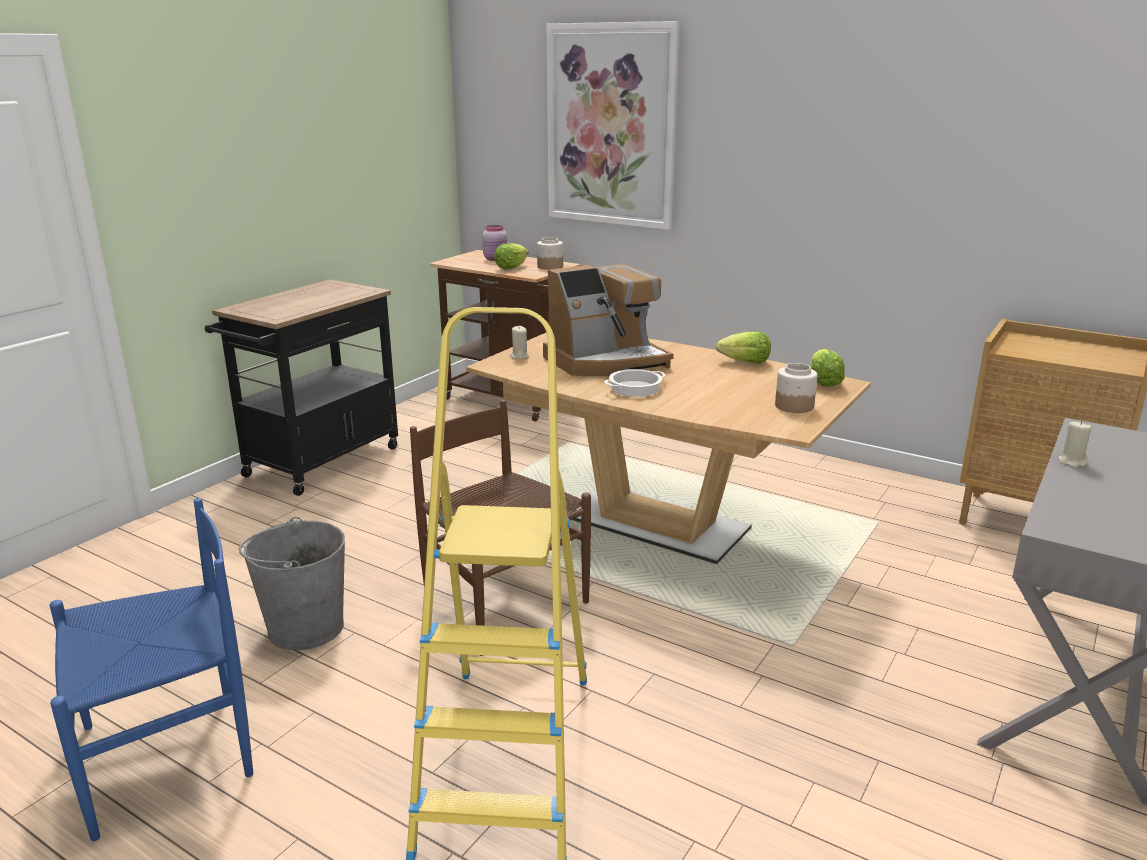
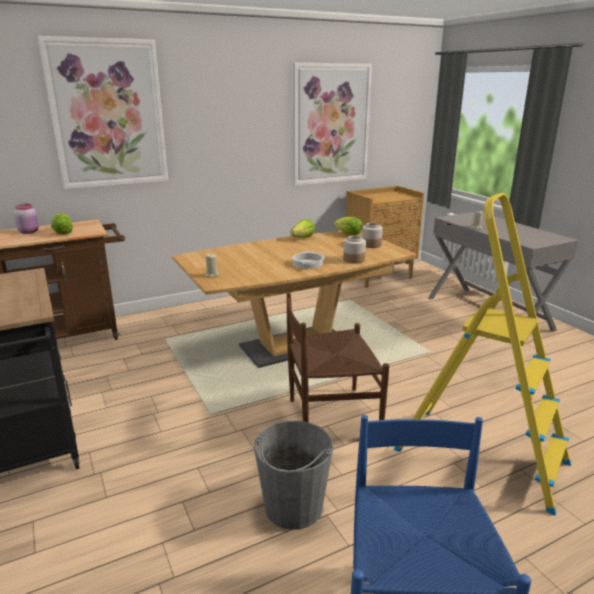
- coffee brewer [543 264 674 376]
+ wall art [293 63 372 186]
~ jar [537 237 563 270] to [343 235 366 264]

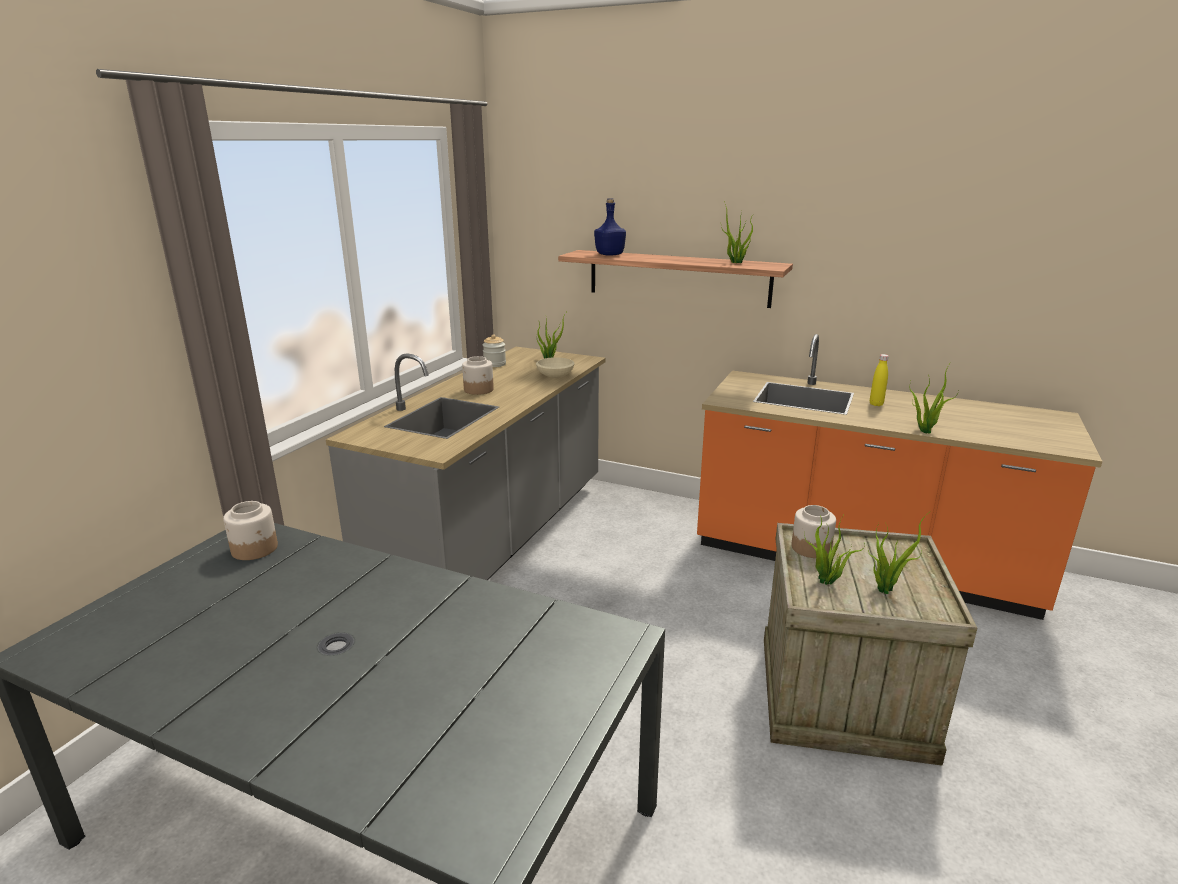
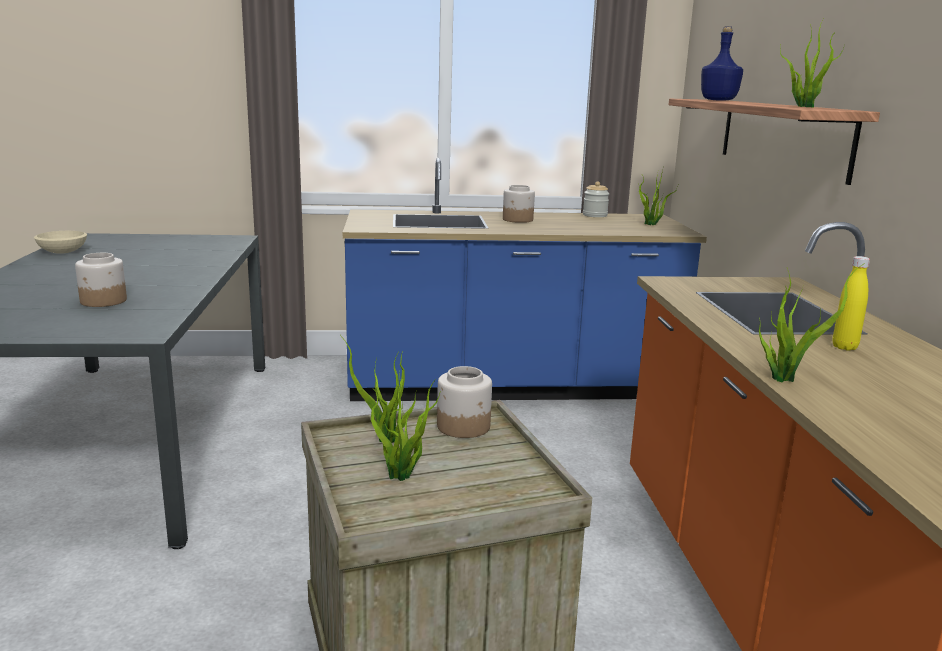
~ jar [223 501 278 560] to [75 253 127 307]
~ beige-coloured serving bowl [536 357 575 378] to [34 231 87 254]
~ grey kitchen counter [326 347 606 580] to blue kitchen counter [343 158 707 401]

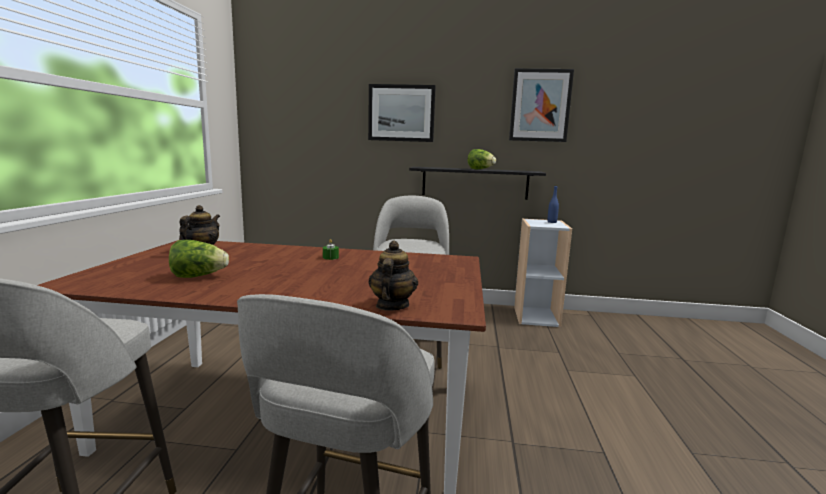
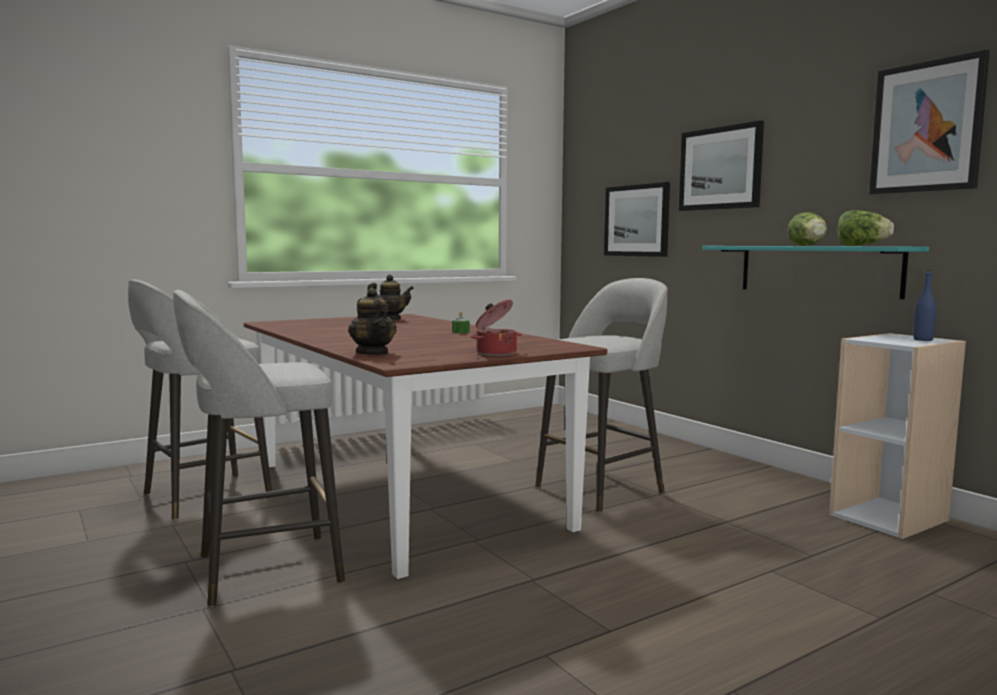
+ saucepot [470 300 522 356]
+ wall art [604 182 670 257]
~ lettuce head [169 240 229 278] to [838 210 894 246]
~ black shelf [409 167 546 200] to turquoise shelf [702 246 929 299]
~ tea pot [368 241 418 311] = [348 288 396 355] 90 degrees clockwise

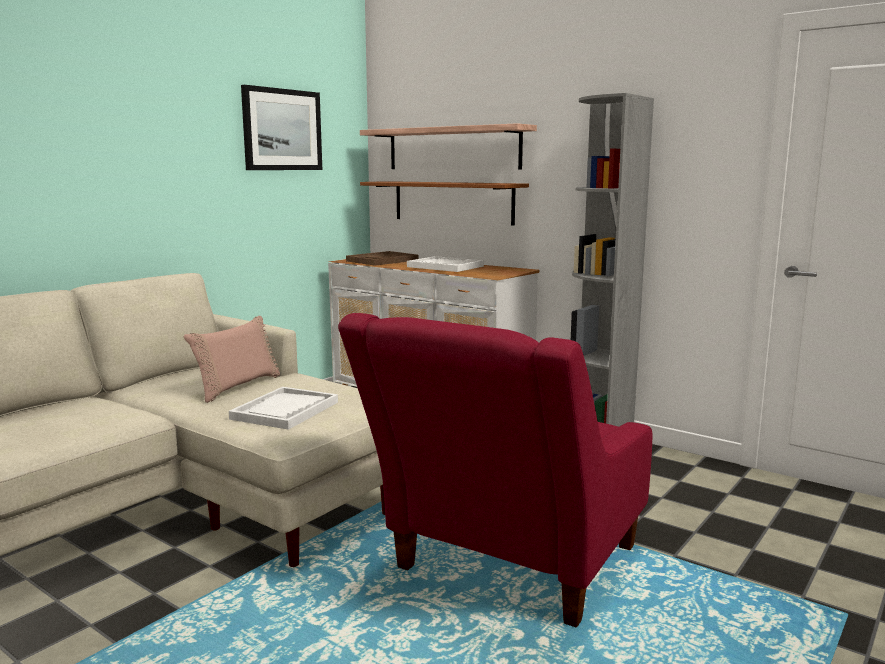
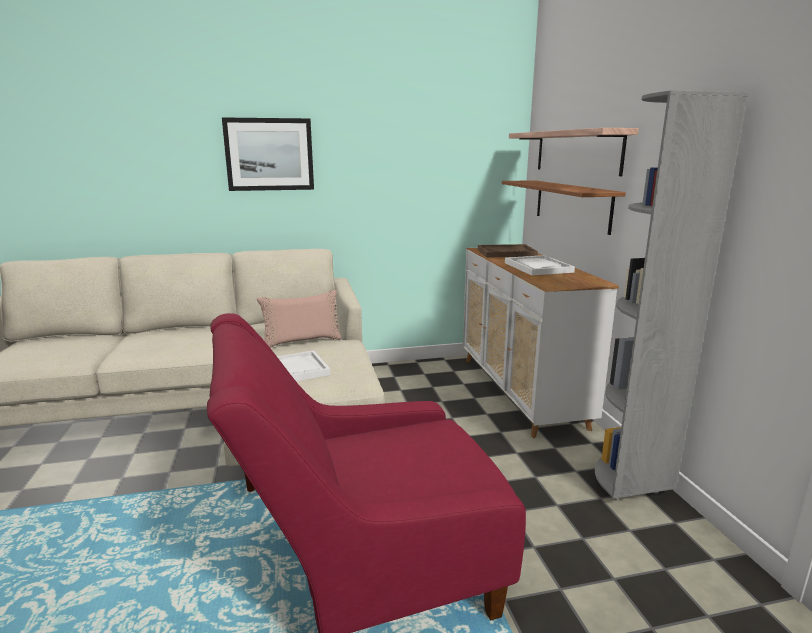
~ wall art [241 85 322 170] to [222 117 314 191]

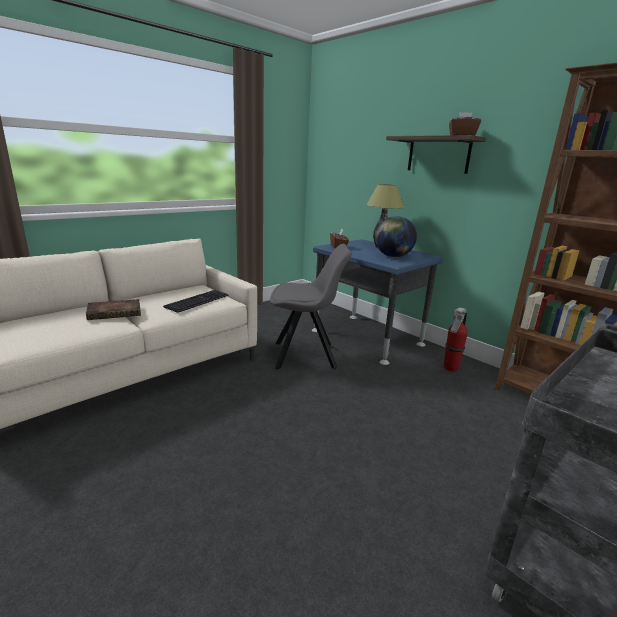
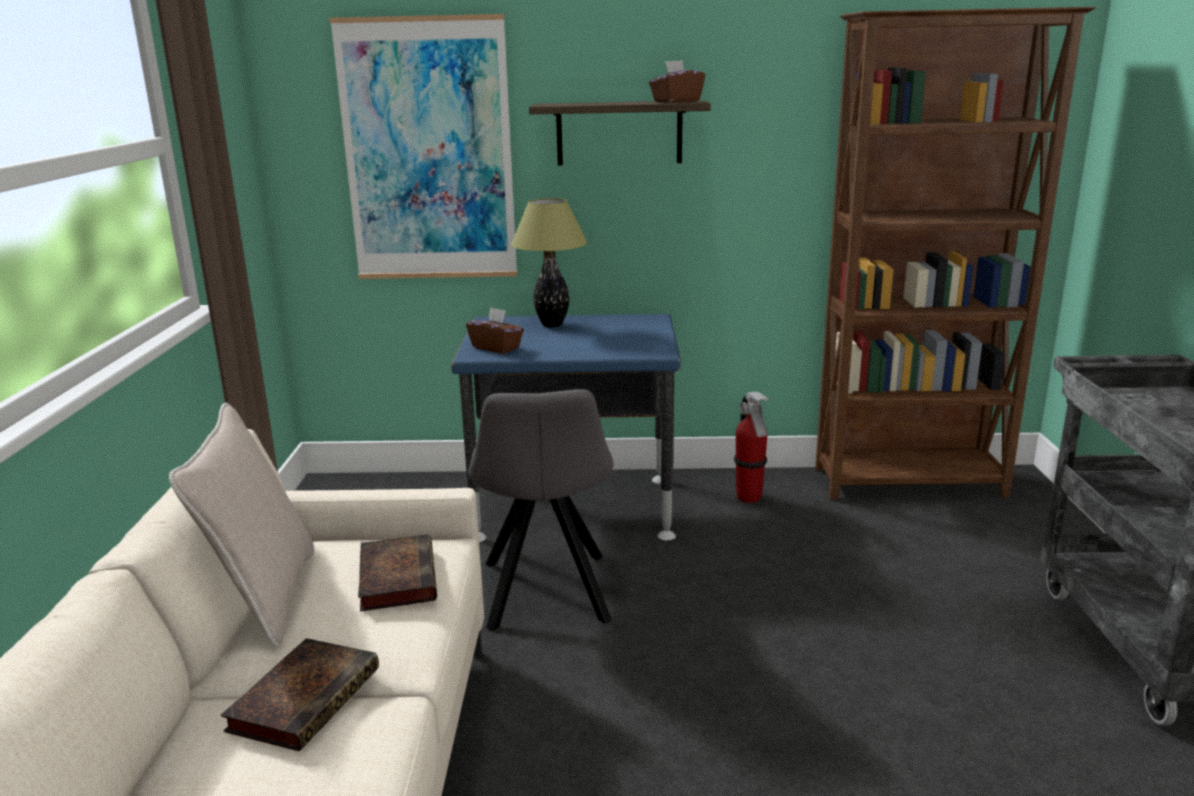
- world globe [375 216 417 257]
+ beige-coloured cushion [169 403 314 647]
+ wall art [329 14 517 279]
~ keyboard [163 290 229 313] to volume [358 534 437 612]
~ grey plain chair [270 244 352 369] = [468 389 614 631] 135 degrees clockwise

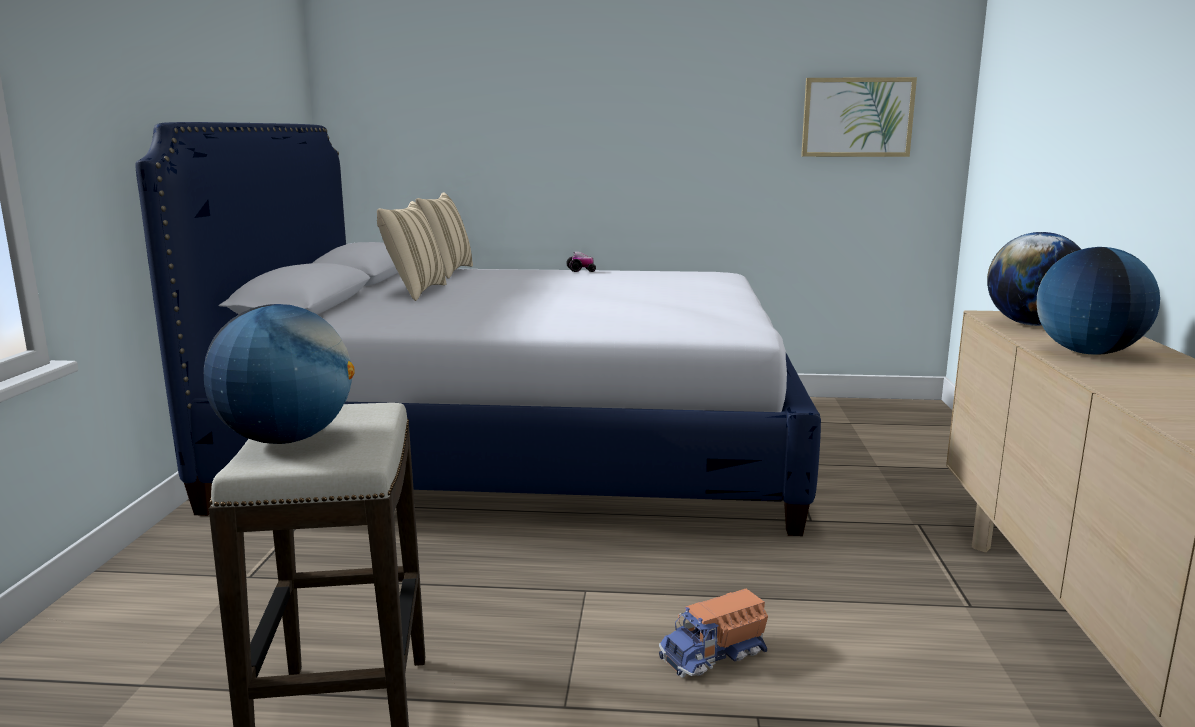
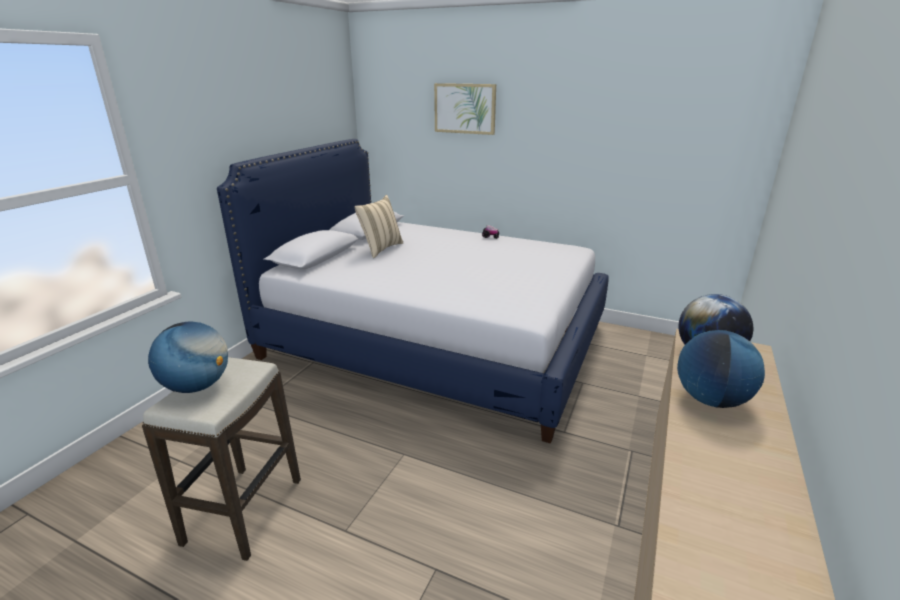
- beige-coloured cushion [415 192 473 279]
- toy lorry [659 589 768 678]
~ wall art [801 77 917 157] to [434 83 496 135]

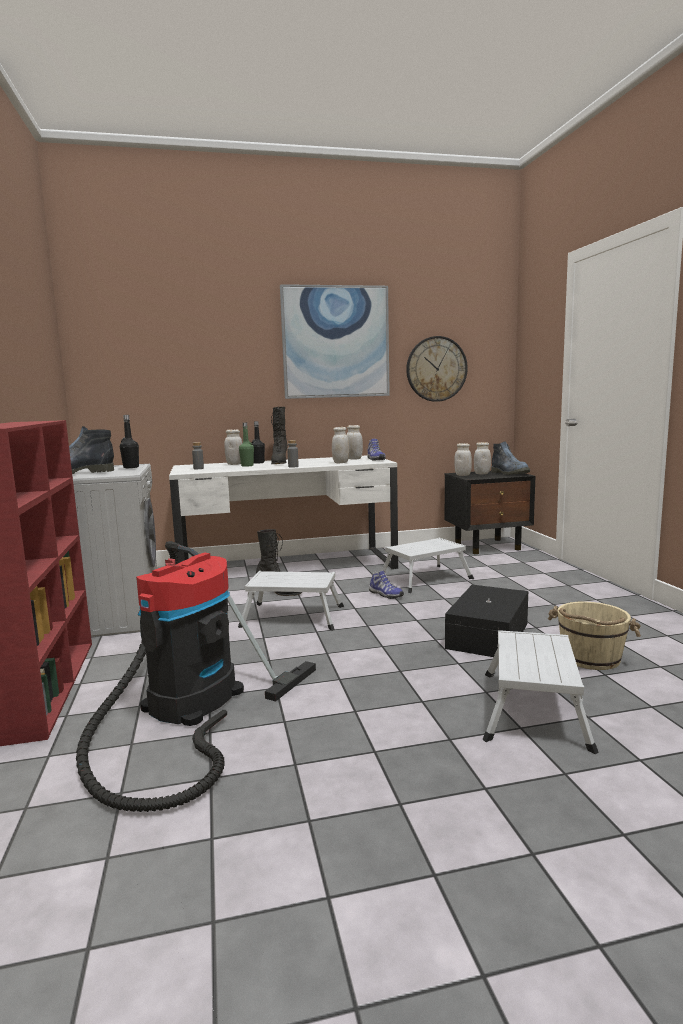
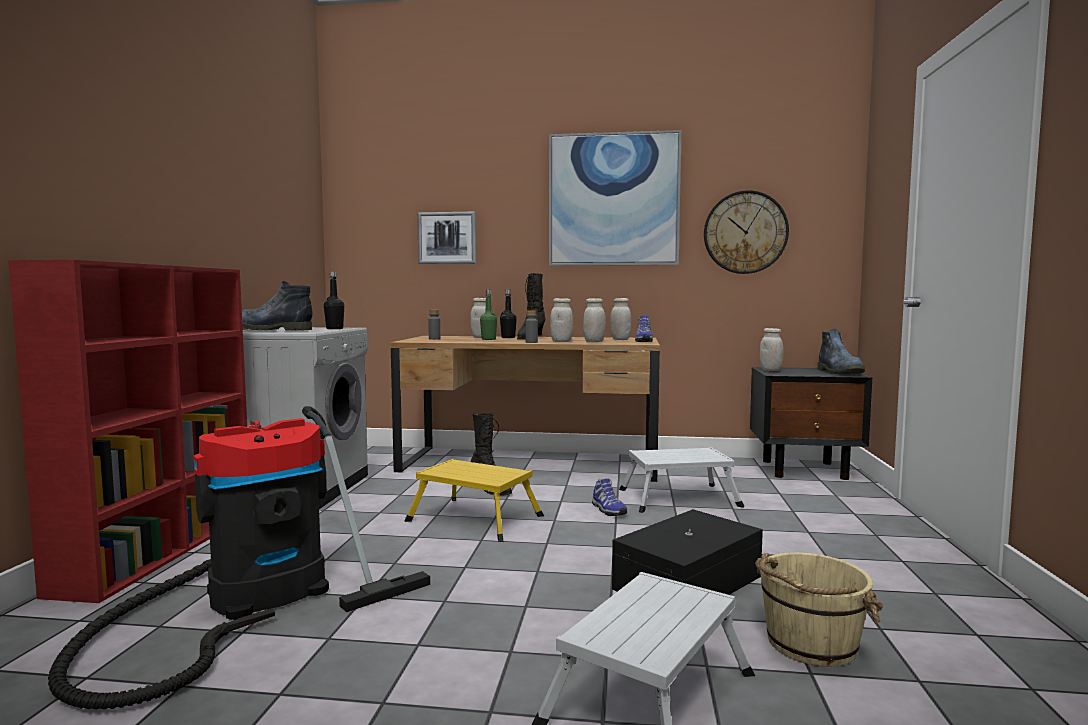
+ wall art [417 212 476 264]
~ white jar [474 442 491 474] to [550 298 573 342]
~ white desk unit [169 455 398 569] to brownish desk unit [390 336 660 482]
~ white step stool [238 571 344 631] to yellow step stool [404 459 544 542]

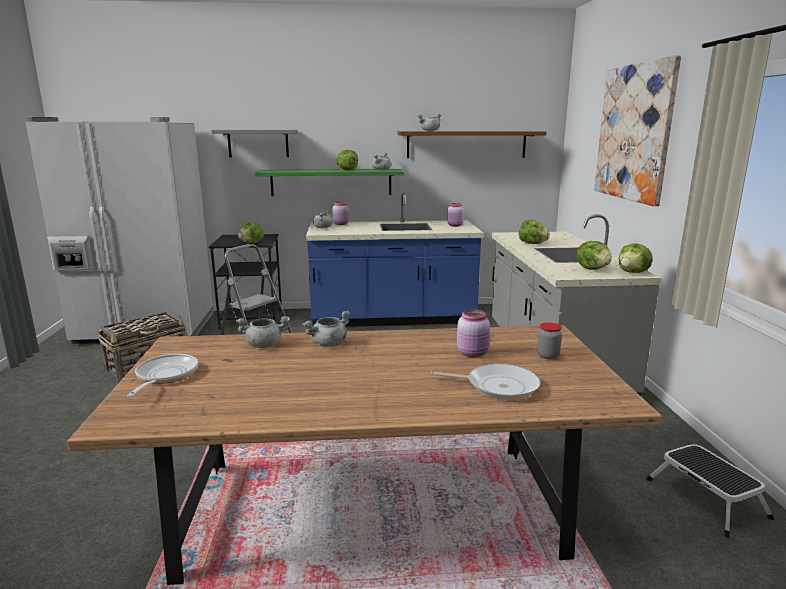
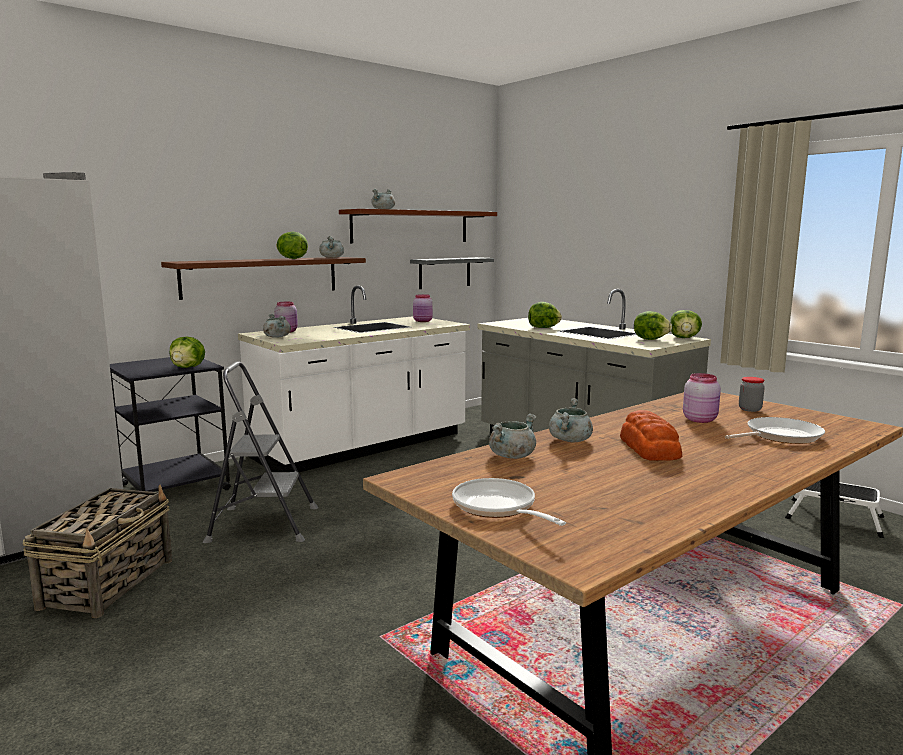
- wall art [594 55 681 206]
+ bread [620 410 682 461]
~ grey shelf [211 130 298 157] to [410 257 494 289]
~ green-coloured shelf [255 169 404 196] to brownish shelf [161 257 366 300]
~ blue kitchen counter [306 193 483 327] to white kitchen counter [238 285 470 472]

